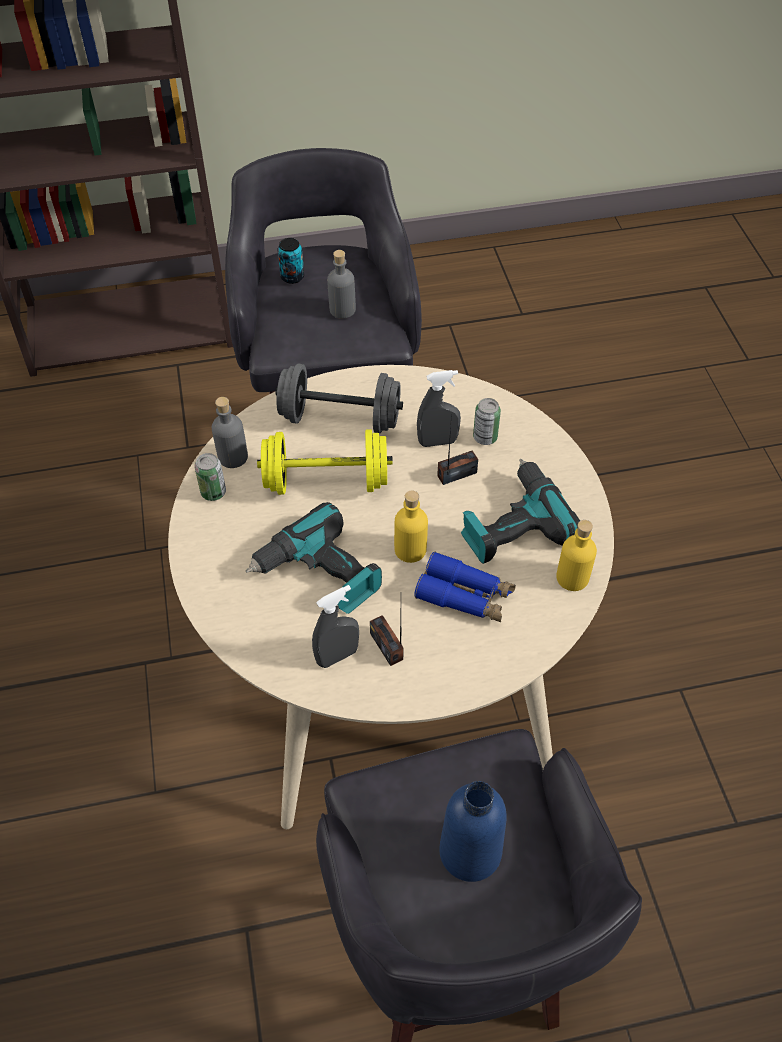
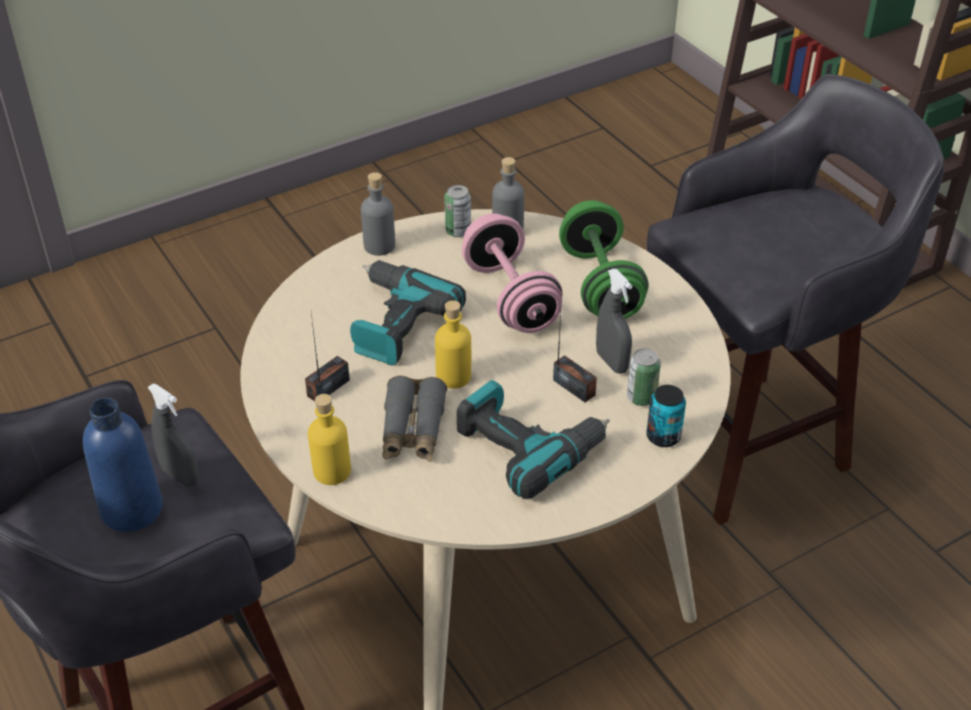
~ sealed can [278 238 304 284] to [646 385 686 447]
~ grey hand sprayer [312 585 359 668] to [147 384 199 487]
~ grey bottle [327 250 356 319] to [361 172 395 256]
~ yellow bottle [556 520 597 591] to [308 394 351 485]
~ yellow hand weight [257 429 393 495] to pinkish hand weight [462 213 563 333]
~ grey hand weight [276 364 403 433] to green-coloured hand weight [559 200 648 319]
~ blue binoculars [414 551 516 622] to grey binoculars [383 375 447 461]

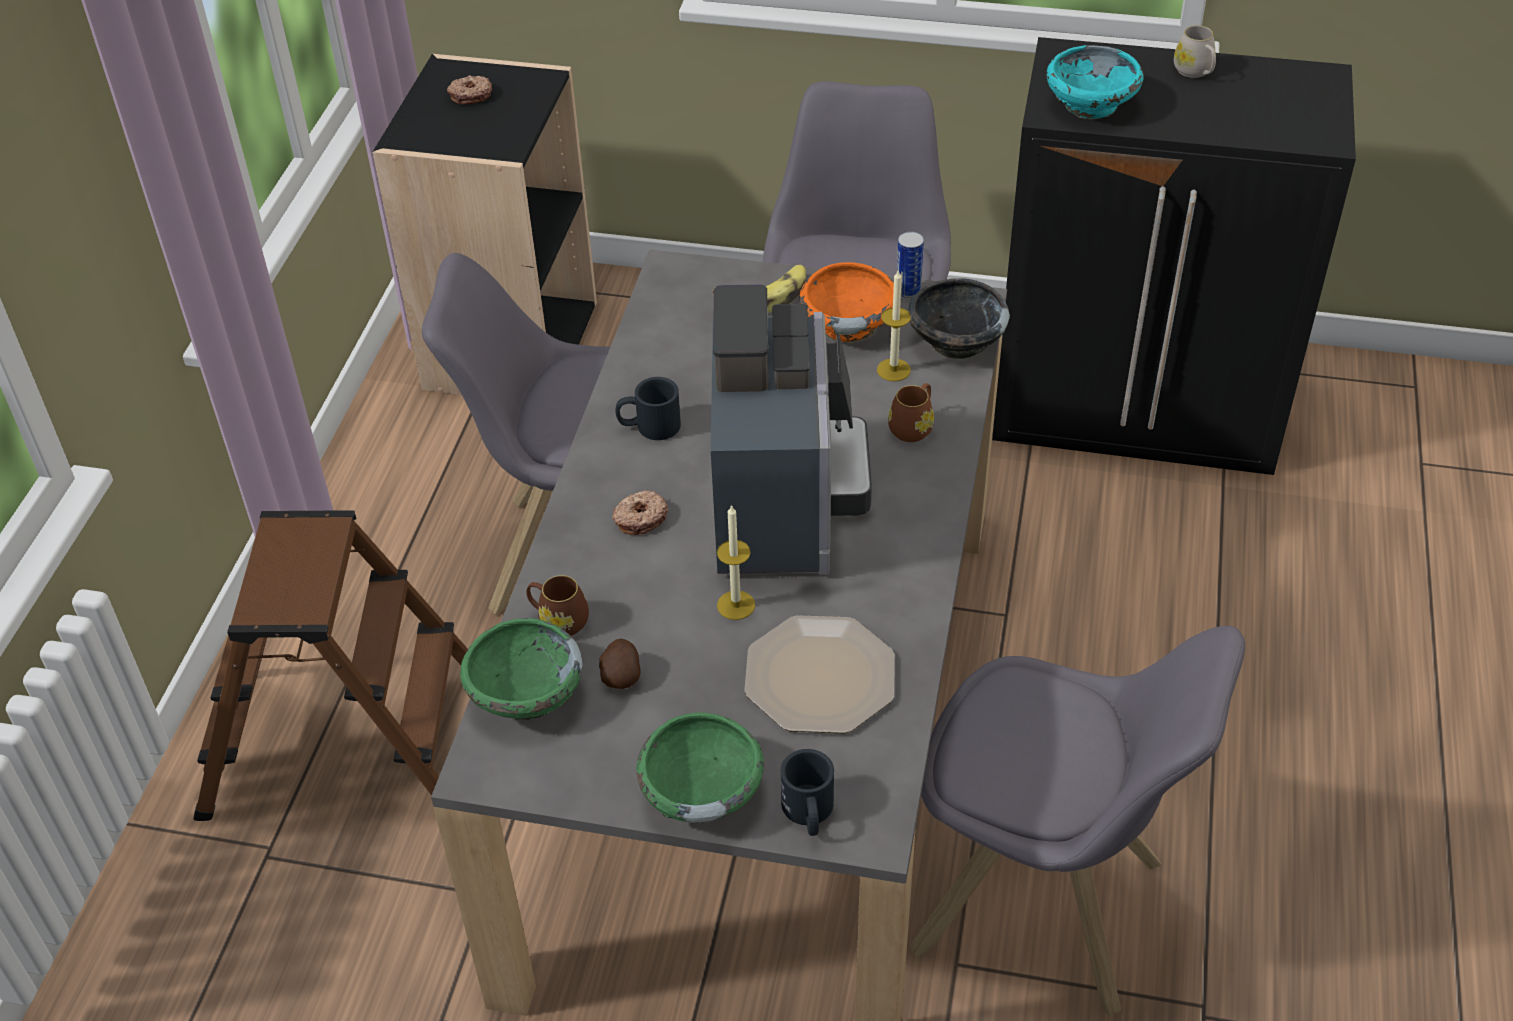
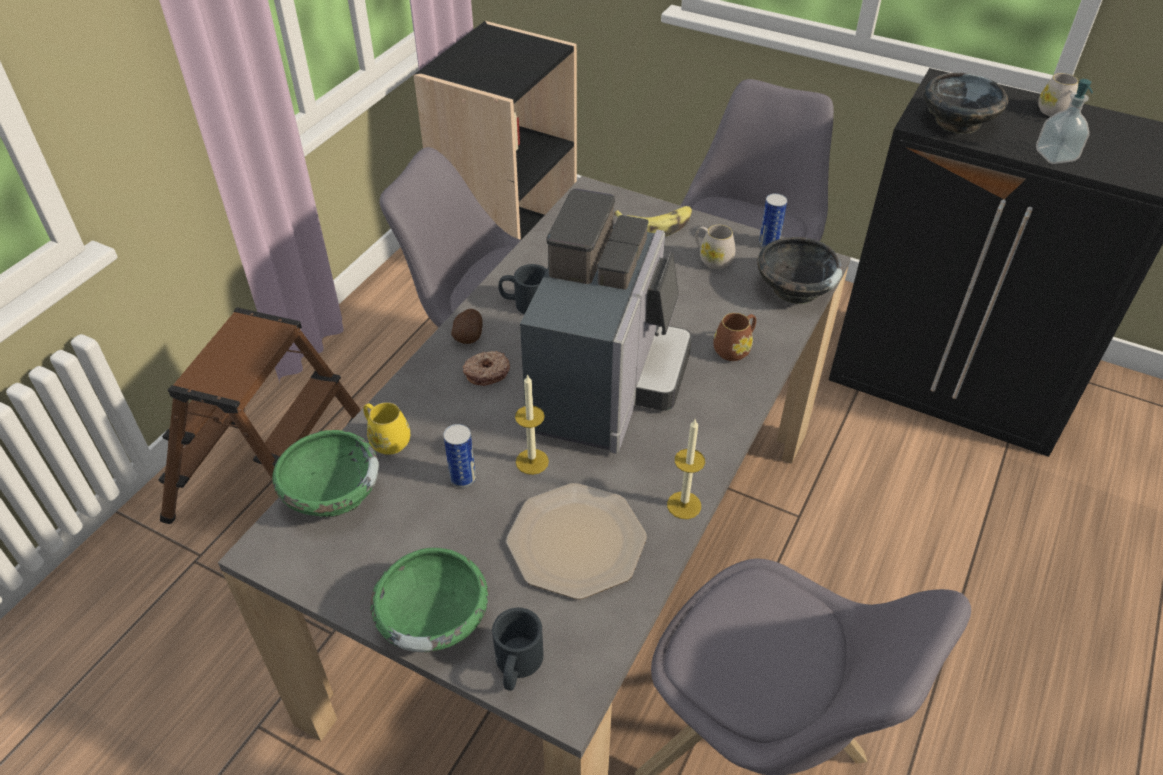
- ring doughnut [447 75 492 105]
+ sealed can [444 424 476 488]
+ soap dispenser [1036 79 1093 164]
~ whole potato [599 638 641 689] to [451 309 483 344]
~ wax candle [877 271 911 382] to [667 419 705 519]
~ orange-coloured serving bowl [800 262 894 343] to white tea mug [695 225 735 269]
~ brownish tea mug [527 575 589 636] to yellow tea mug [363 402 410 455]
~ turquoise serving bowl [1047 45 1144 120] to black serving bowl [924 73 1008 134]

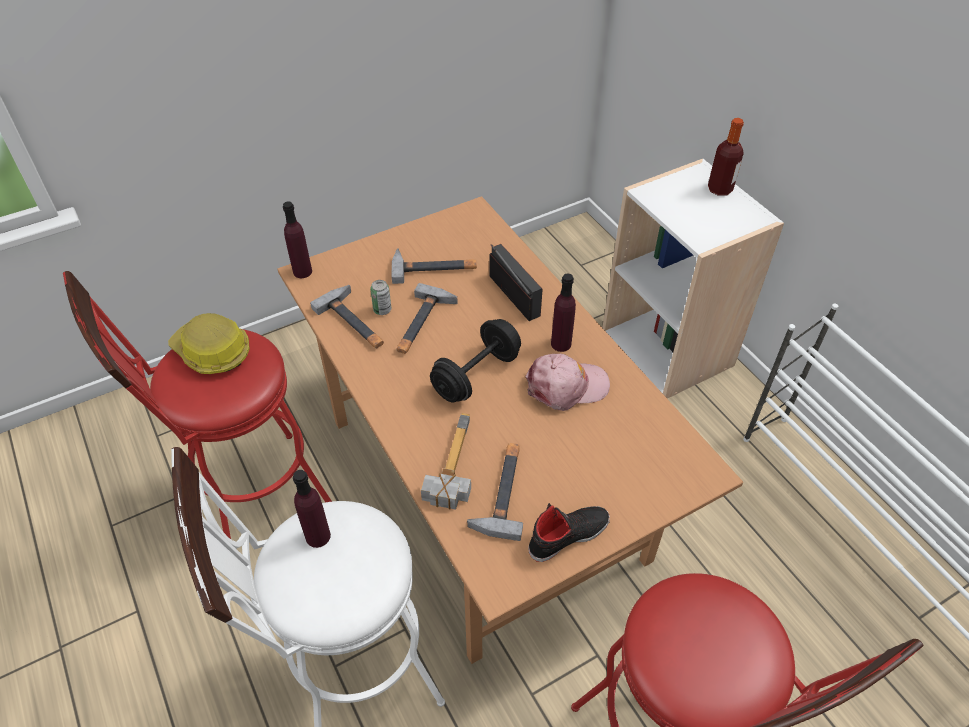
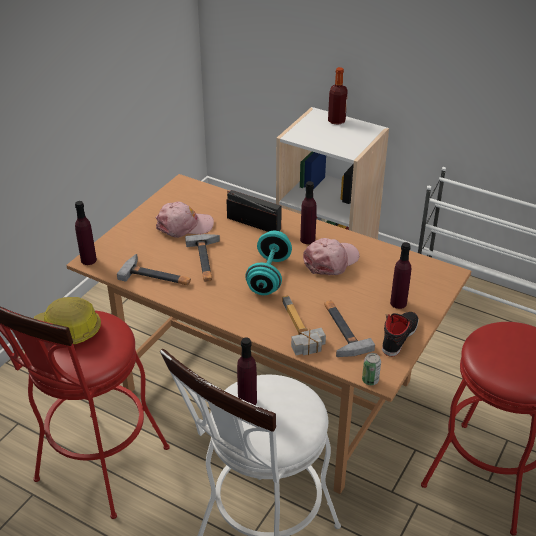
+ purple bottle [390 242 411 309]
~ sealed can [370 280 391 315] to [362 353 381 385]
~ hammer [392 249 477 284] to pinkish baseball cap [155 202 214 238]
~ black hand weight [430 319 521 402] to turquoise hand weight [245 231 292 295]

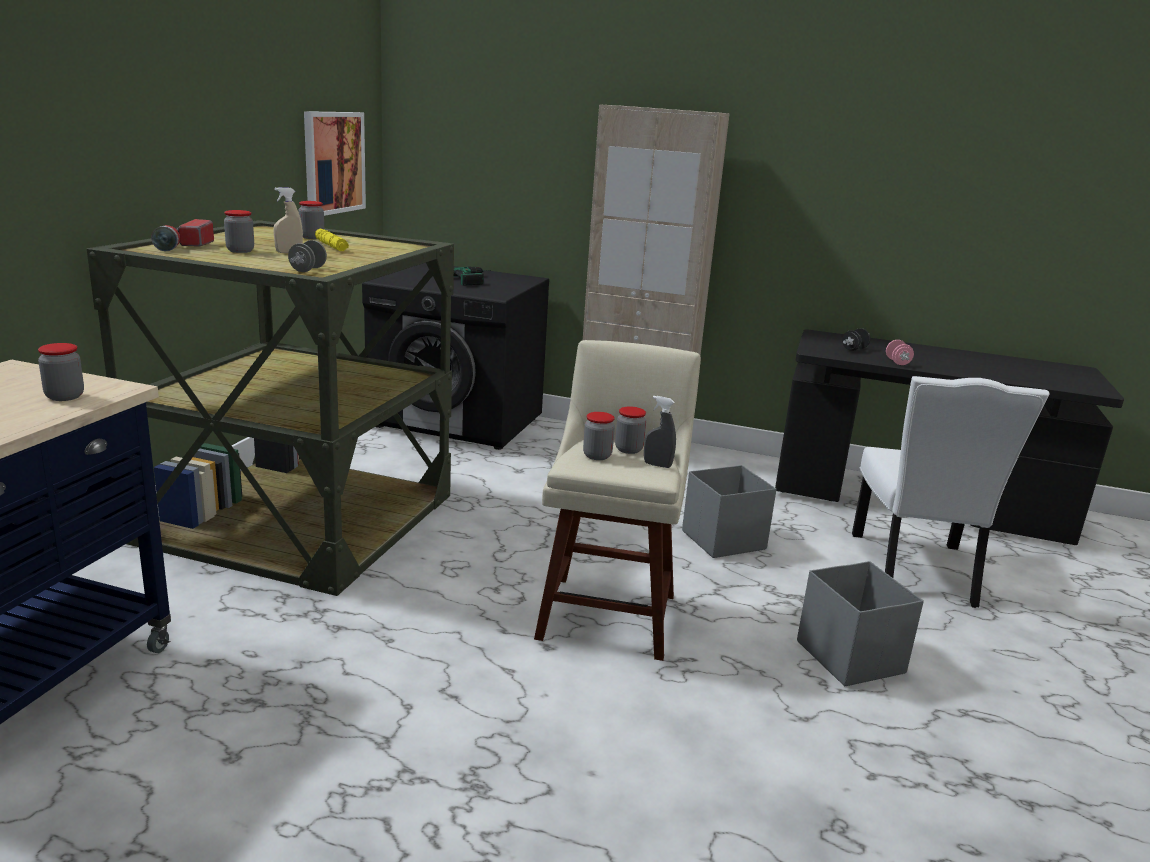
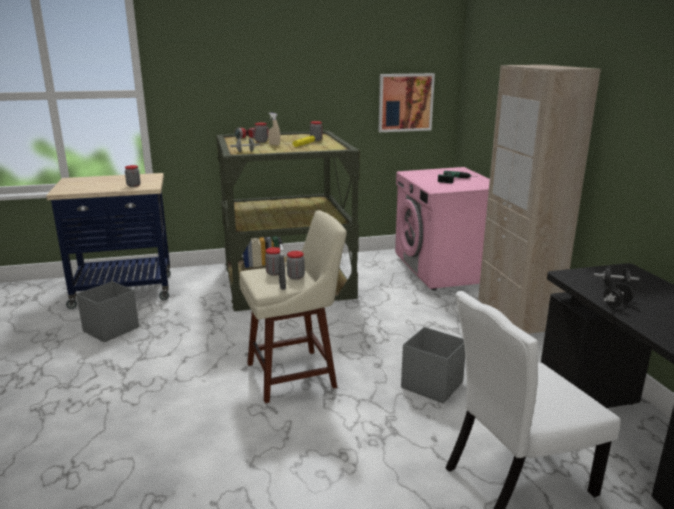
~ grey storage bin [797 561 924 686] to [76 281 139 342]
~ black washing machine [362 263 549 450] to pinkish washing machine [395 167 490 291]
~ pinkish hand weight [886 340 914 365] to black hand weight [603 283 634 307]

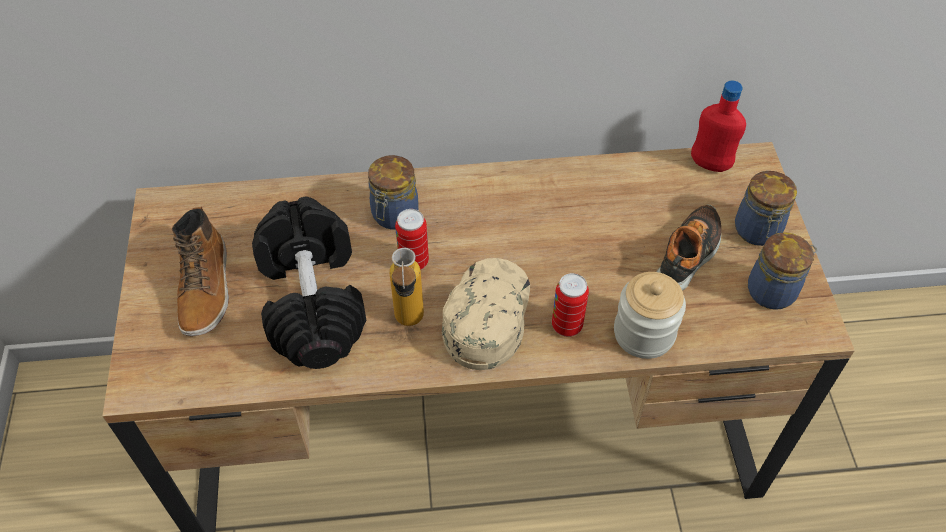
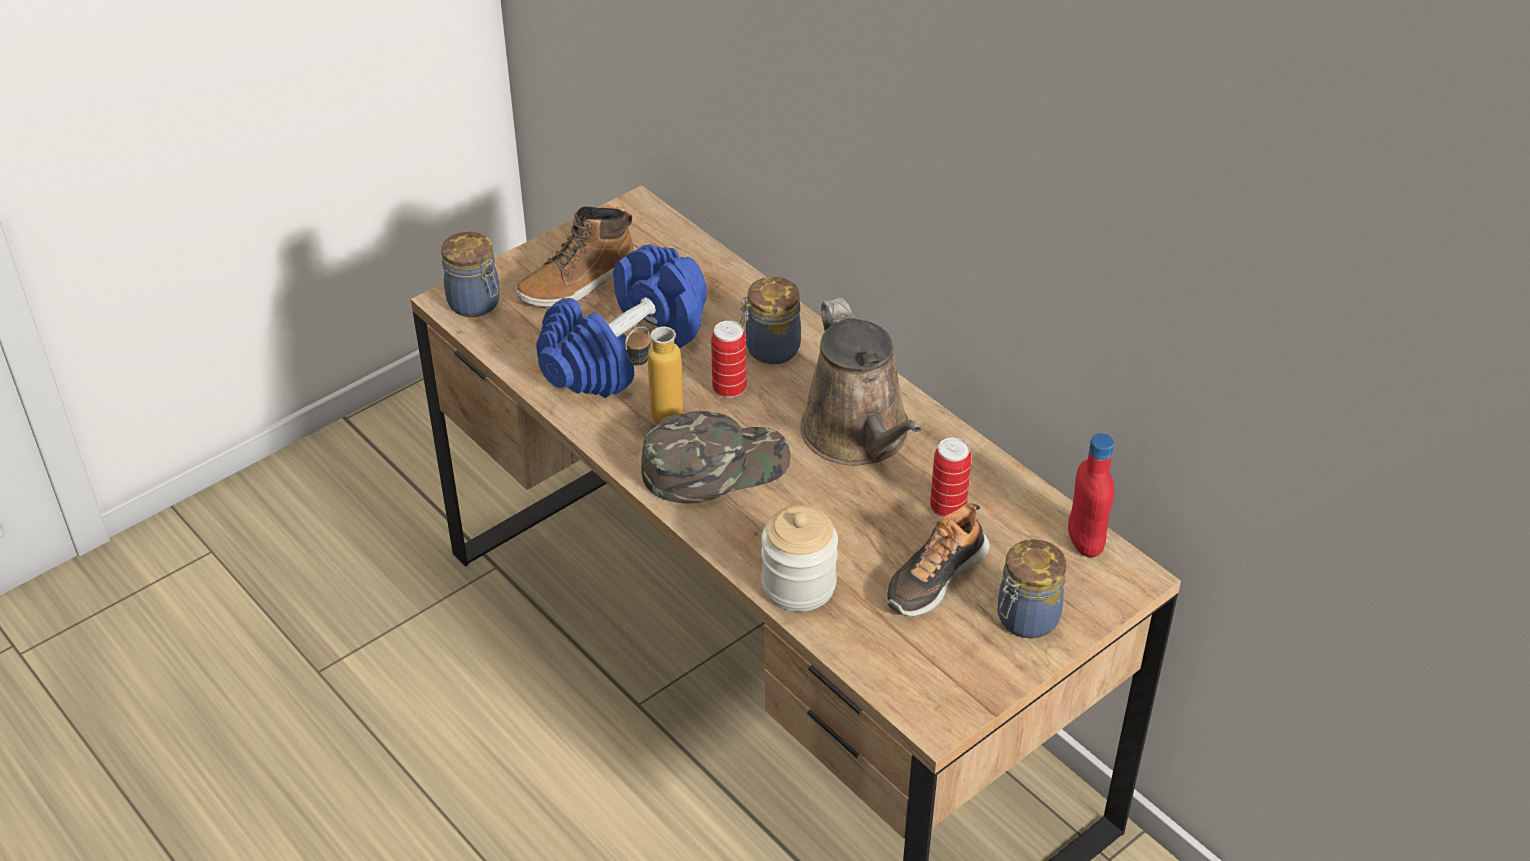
+ brownish watering pot [800 297 921 465]
~ sealed can [552 273 589 337] to [930 438 972 517]
~ jar [748 232 818 310] to [441 232 500 317]
~ black hand weight [252 196 366 369] to blue hand weight [536 244 707 398]
~ beige-coloured baseball cap [442 258 530 370] to green-coloured baseball cap [641 411 791 504]
~ shoe [656 204 721 291] = [886 504 990 616] 135 degrees clockwise

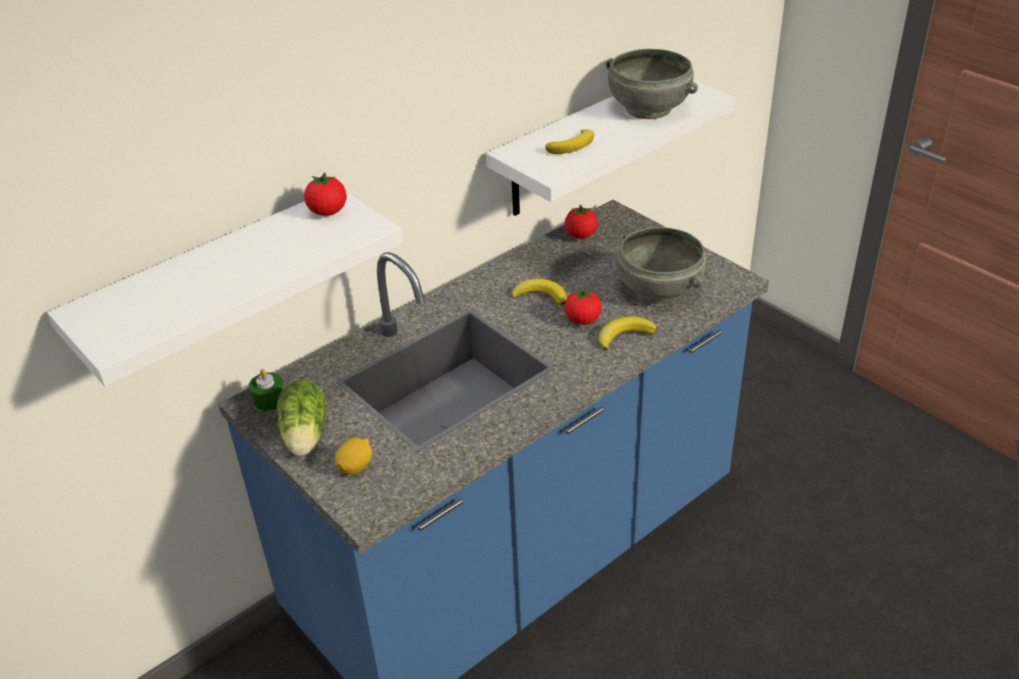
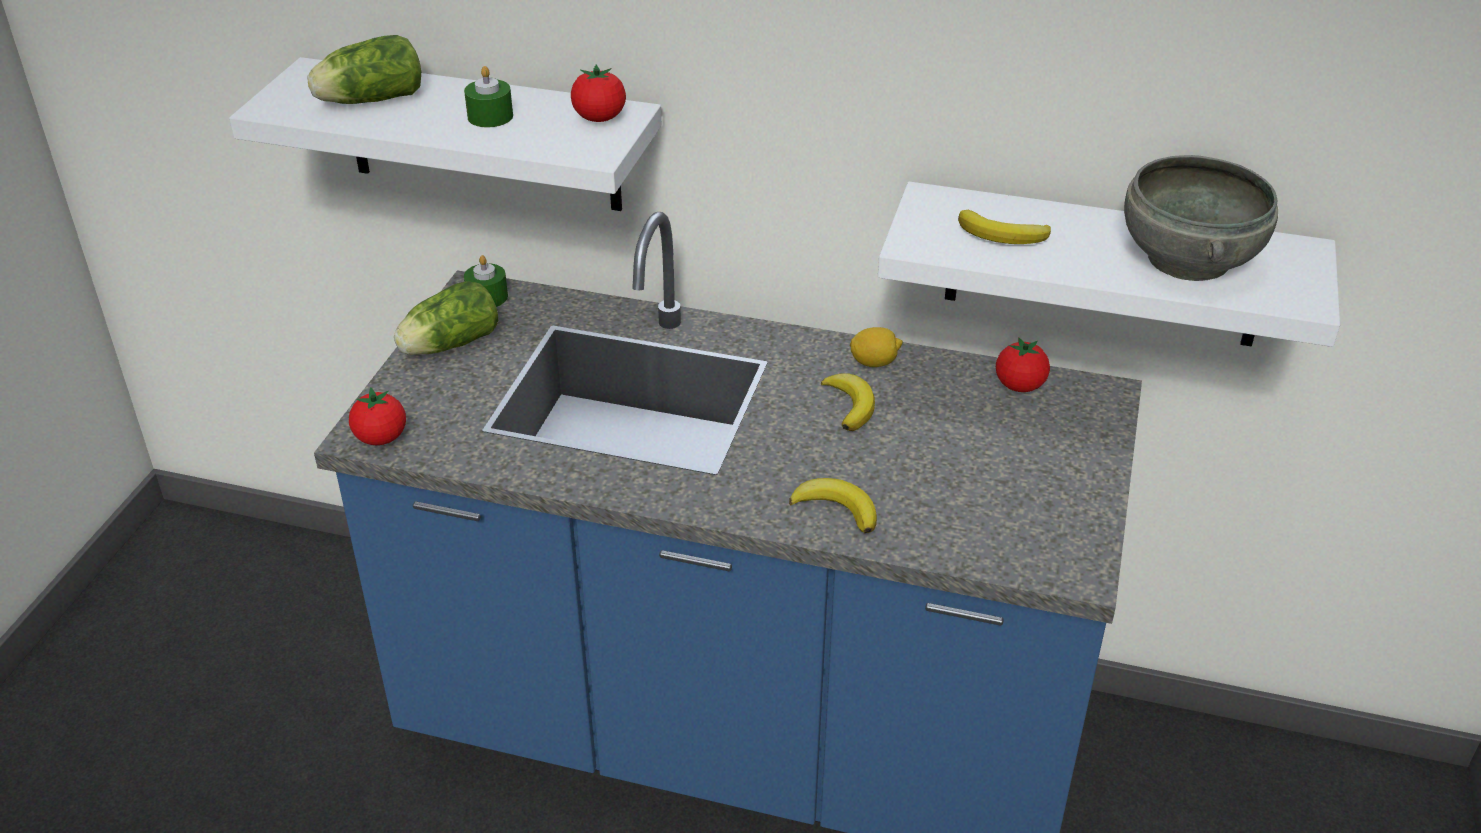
- grey serving bowl [617 227 706 304]
+ lettuce head [307 35 421 104]
+ green-coloured wax candle [464 66 513 127]
~ citrus fruit [335 438 372 475] to [850 327 903 367]
~ tomato [565 287 602 325] to [349 387 406 445]

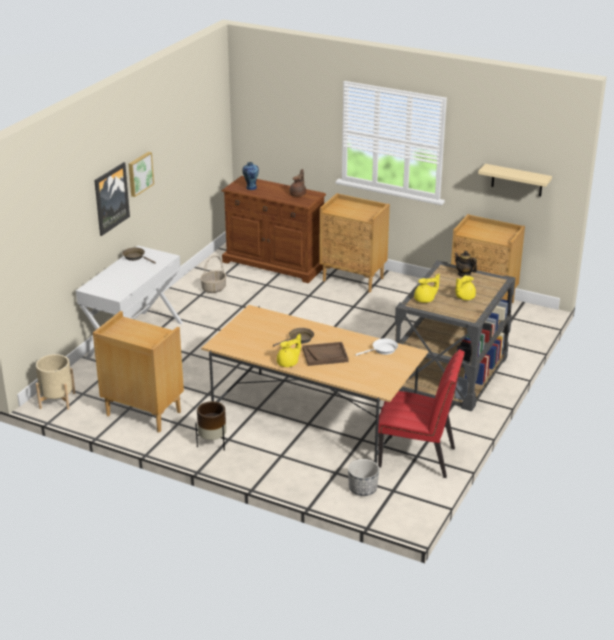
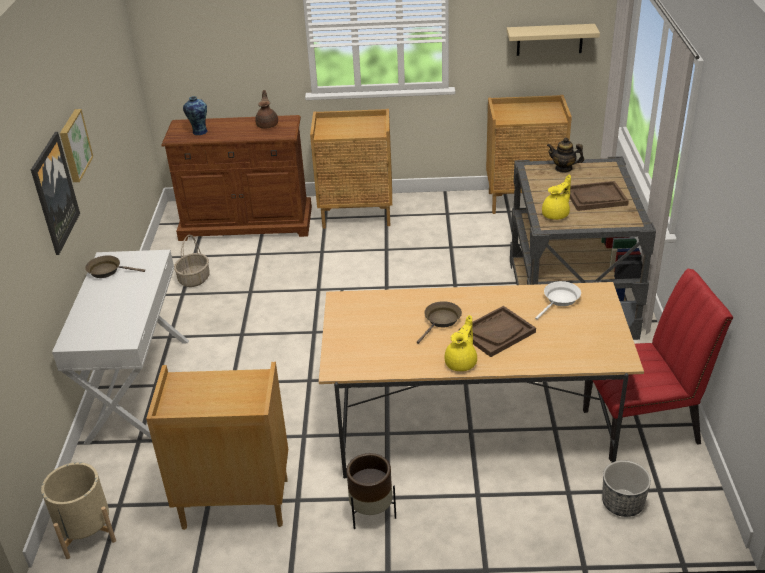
~ yellow tea pot [455 275 476 300] to brownish tray [570 181 629 211]

